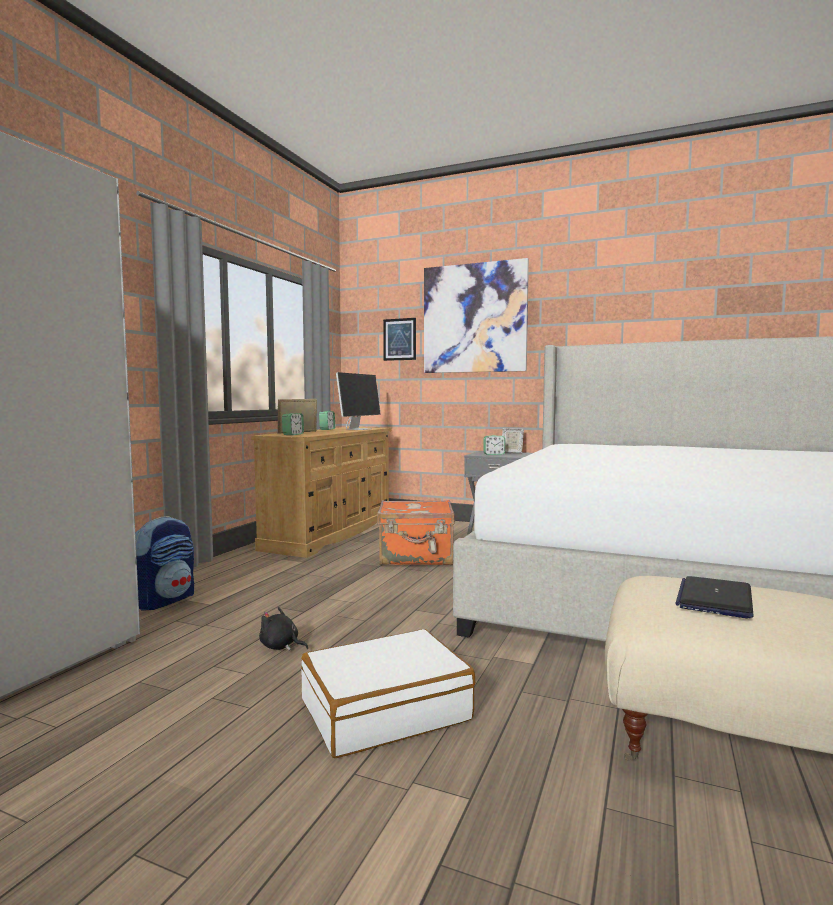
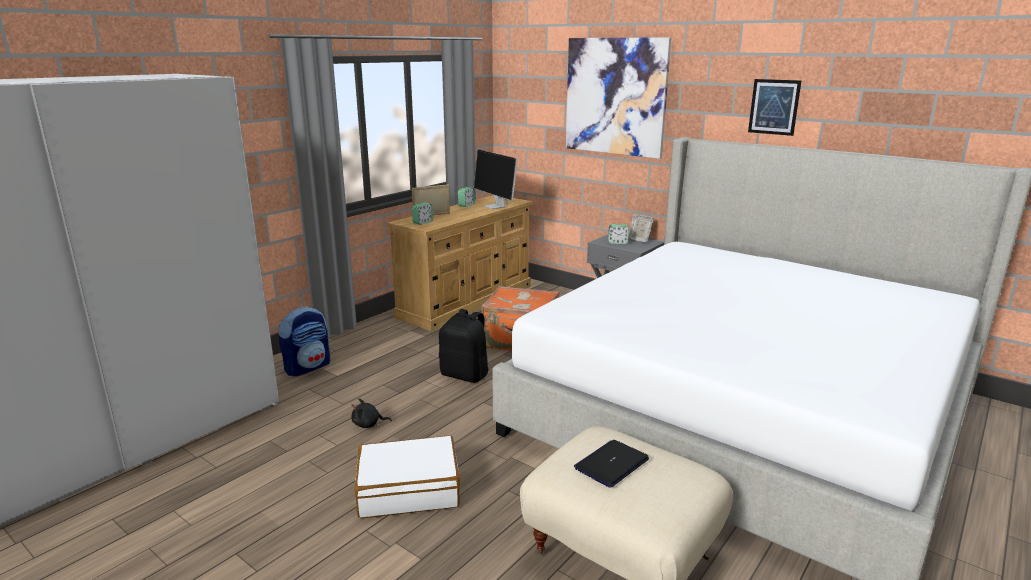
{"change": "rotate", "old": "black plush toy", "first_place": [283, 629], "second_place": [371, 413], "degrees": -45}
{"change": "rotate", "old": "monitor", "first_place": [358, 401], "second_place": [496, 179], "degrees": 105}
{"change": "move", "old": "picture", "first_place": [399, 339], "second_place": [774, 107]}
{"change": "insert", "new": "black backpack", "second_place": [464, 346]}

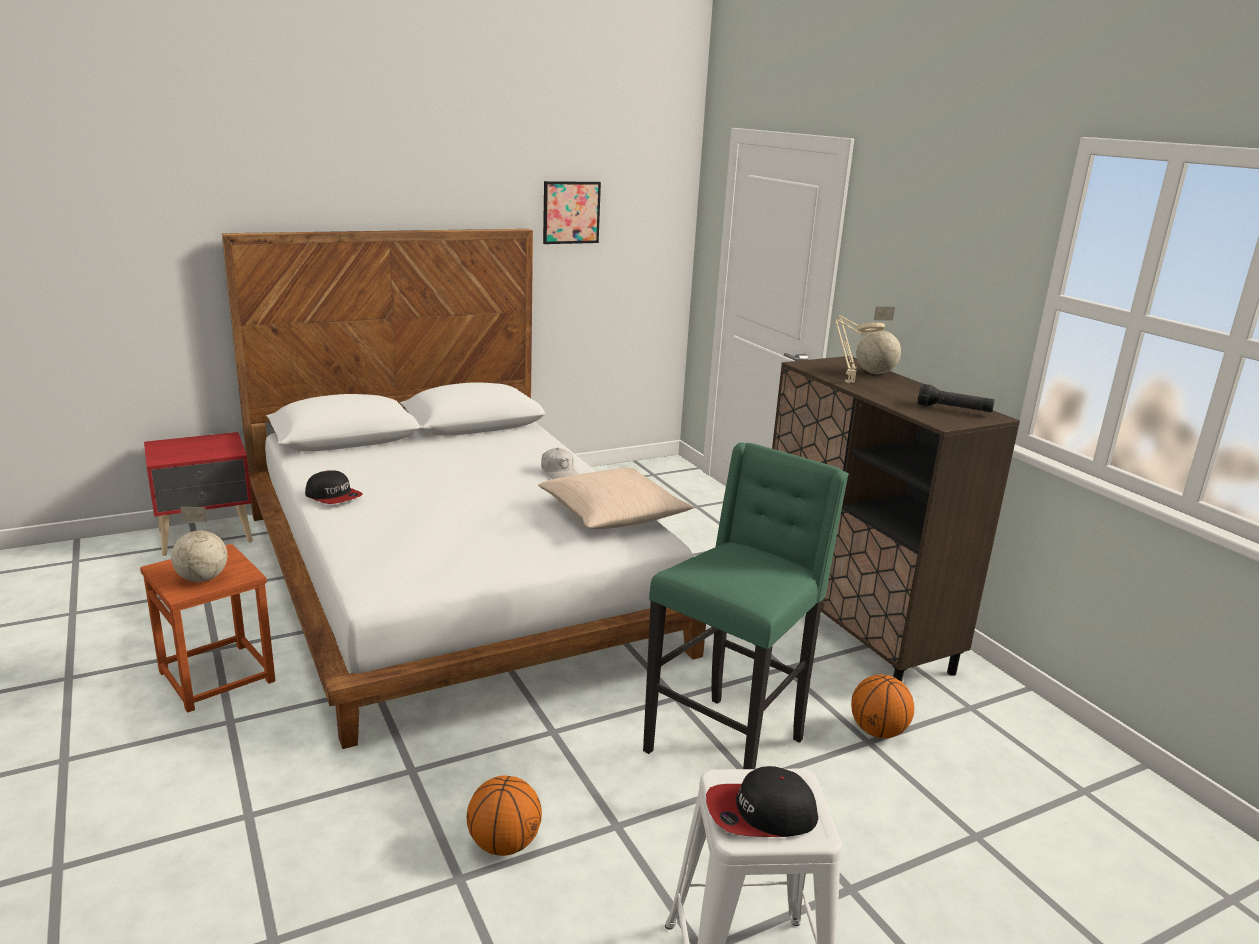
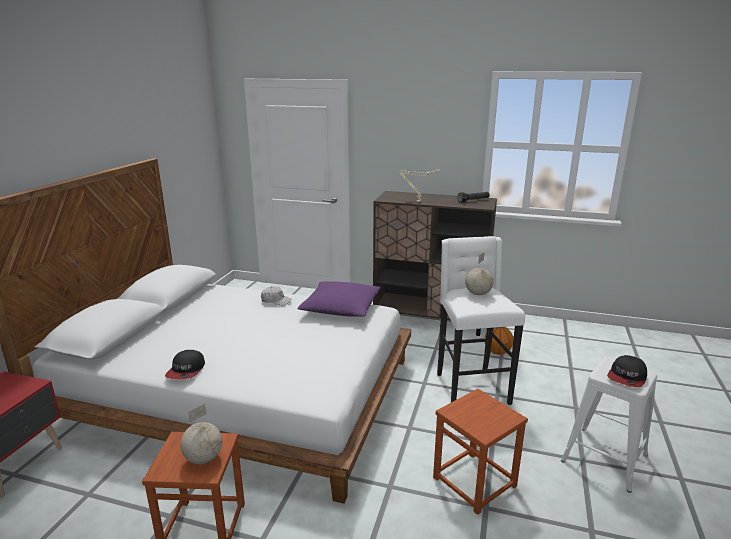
{"change": "rotate", "old": "cap", "first_place": [333, 487], "second_place": [185, 364], "degrees": 105}
{"change": "replace", "old": "basketball", "new": "brown stool", "first_place": [504, 815], "second_place": [480, 452]}
{"change": "recolor", "old": "beige pillow", "new": "purple pillow", "first_place": [615, 498], "second_place": [339, 299]}
{"change": "delete", "old": "picture", "first_place": [572, 212]}
{"change": "recolor", "old": "green stool", "new": "white stool", "first_place": [746, 605], "second_place": [481, 320]}
{"change": "move", "old": "globe", "first_place": [878, 340], "second_place": [479, 273]}

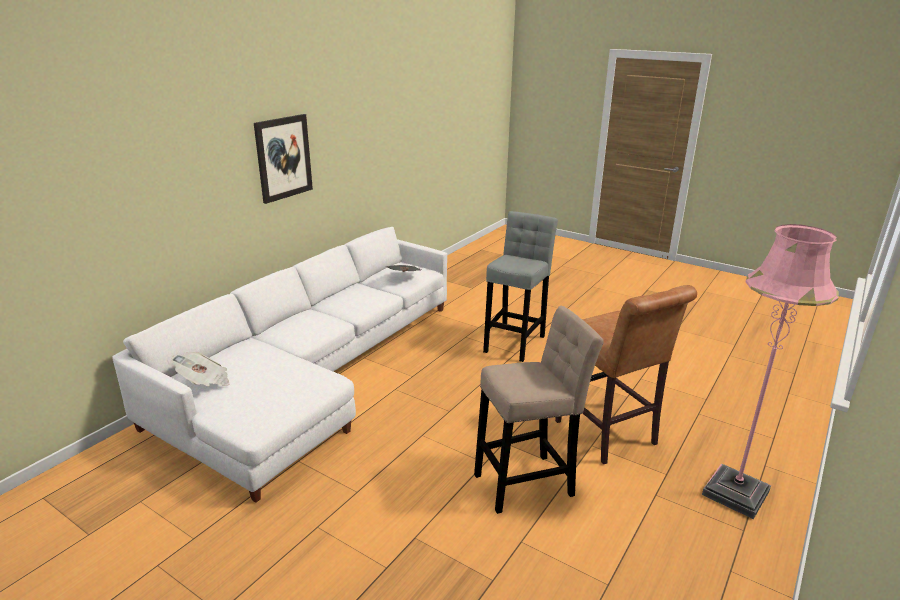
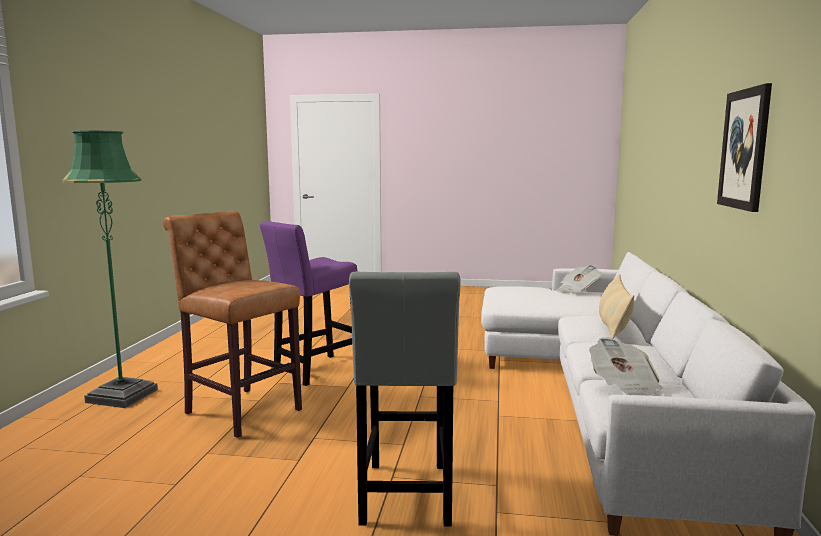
{"change": "recolor", "old": "beige stool", "new": "purple stool", "first_place": [539, 410], "second_place": [309, 303]}
{"change": "recolor", "old": "pink floor lamp", "new": "green floor lamp", "first_place": [770, 371], "second_place": [109, 269]}
{"change": "insert", "new": "beige pillow", "second_place": [616, 306]}

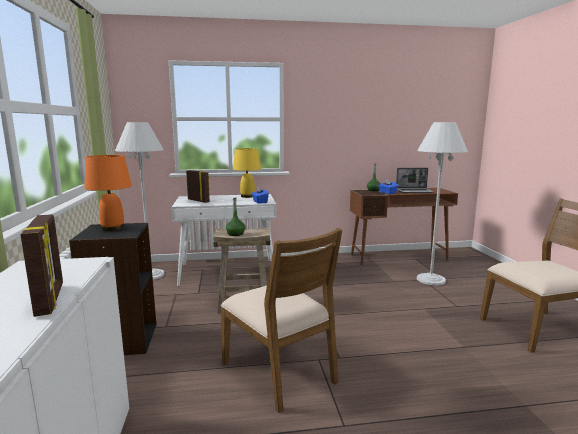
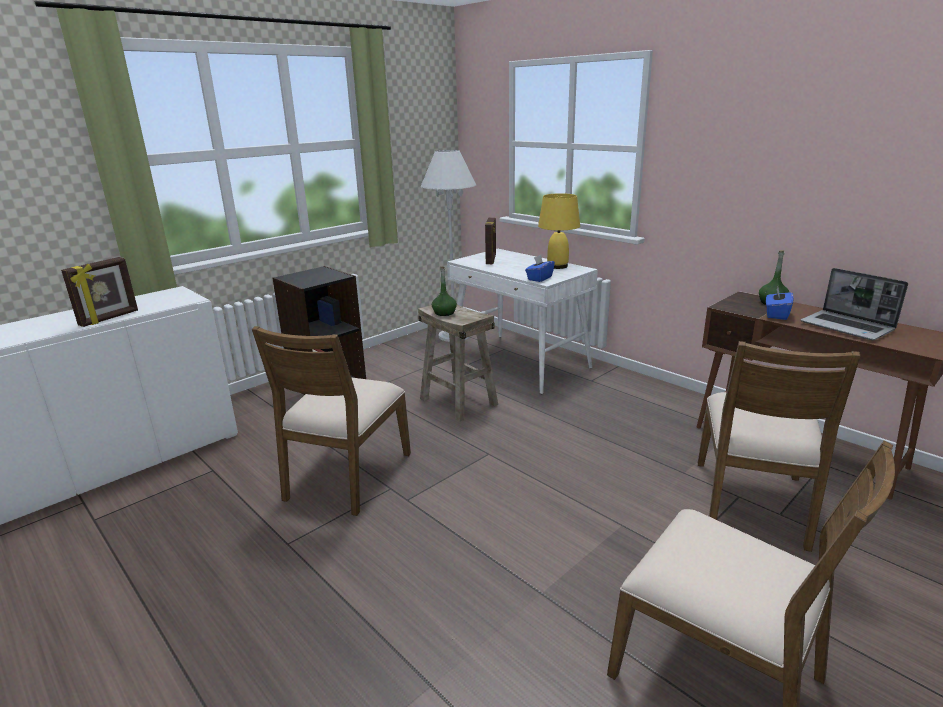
{"change": "delete", "old": "orange table lamp", "first_place": [108, 193]}
{"change": "replace", "old": "white floor lamp", "new": "brown chair", "first_place": [442, 203], "second_place": [779, 446]}

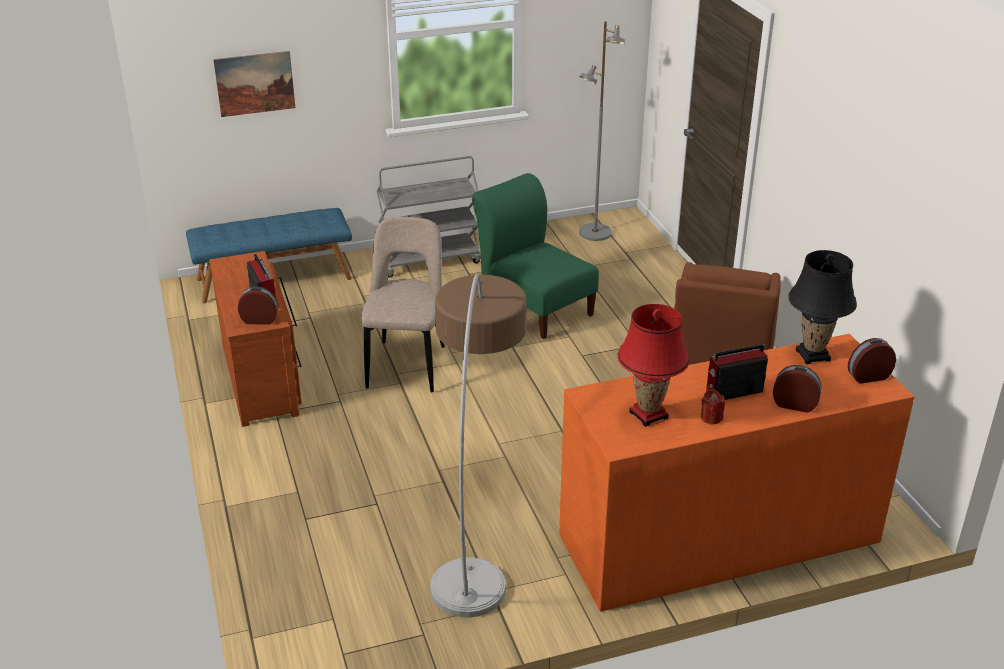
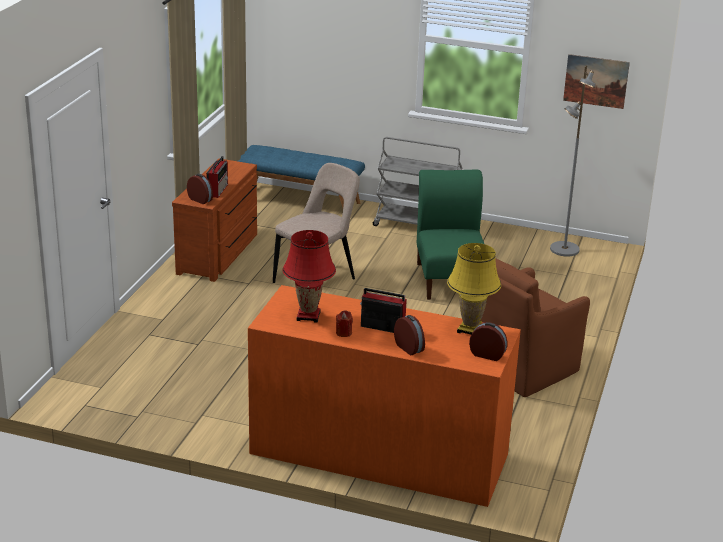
{"change": "move", "old": "picture", "first_place": [254, 84], "second_place": [596, 81]}
{"change": "delete", "old": "floor lamp", "first_place": [478, 446]}
{"change": "recolor", "old": "black table lamp", "new": "yellow table lamp", "first_place": [822, 307], "second_place": [474, 289]}

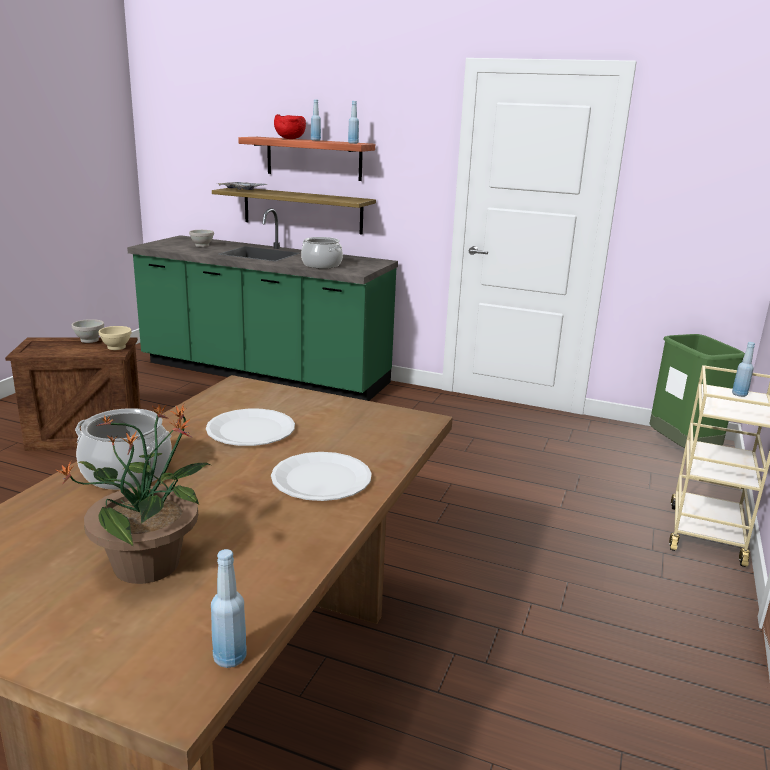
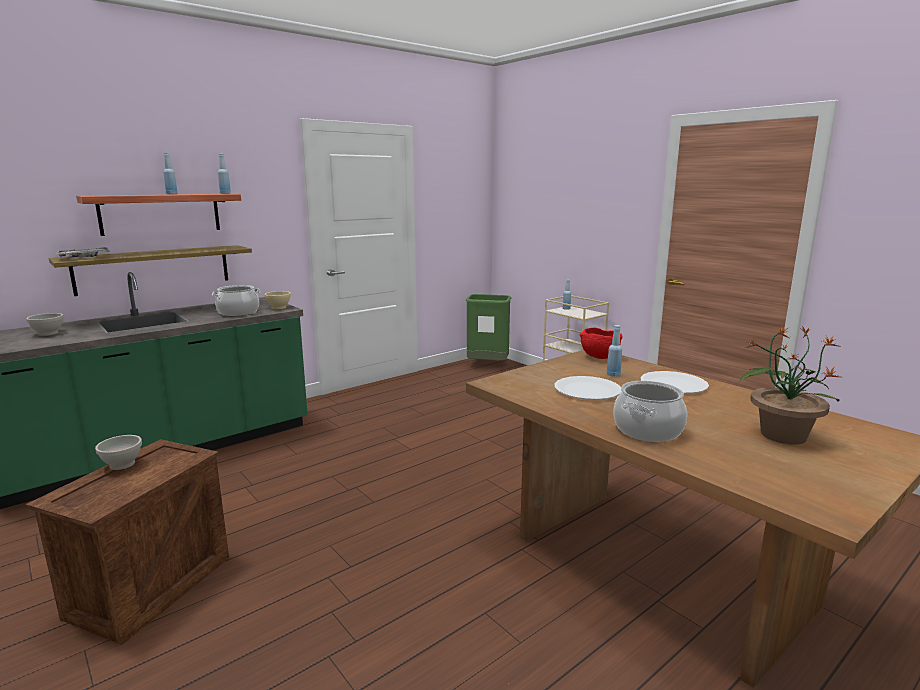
{"change": "move", "old": "beige bowl", "first_place": [115, 338], "second_place": [277, 300]}
{"change": "move", "old": "blue bottle", "first_place": [229, 608], "second_place": [614, 351]}
{"change": "move", "old": "red bowl", "first_place": [290, 126], "second_place": [601, 343]}

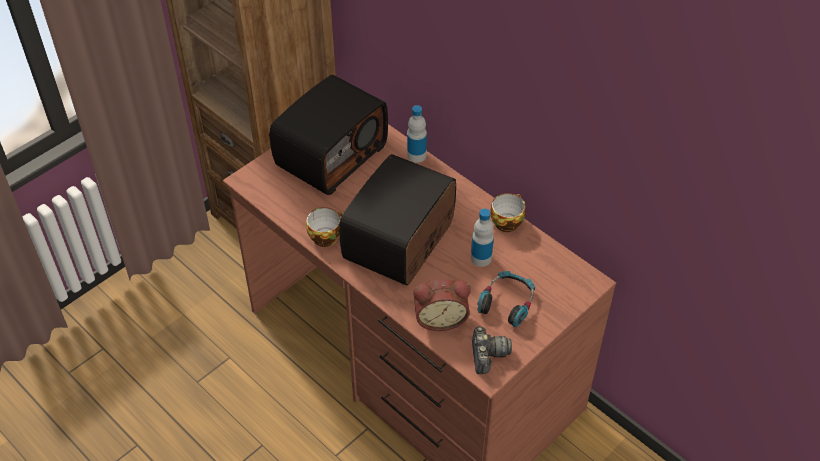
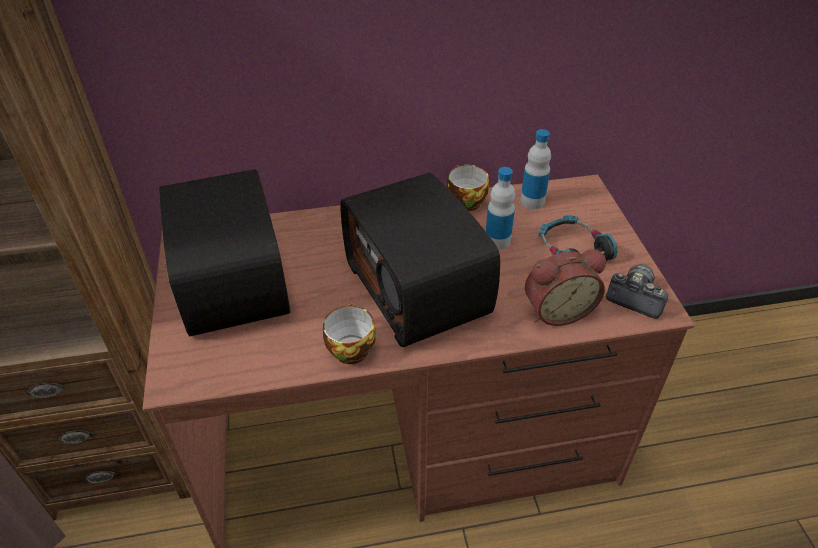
{"change": "move", "old": "bottle", "first_place": [417, 134], "second_place": [535, 169]}
{"change": "rotate", "old": "alarm clock", "first_place": [442, 305], "second_place": [565, 288], "degrees": 45}

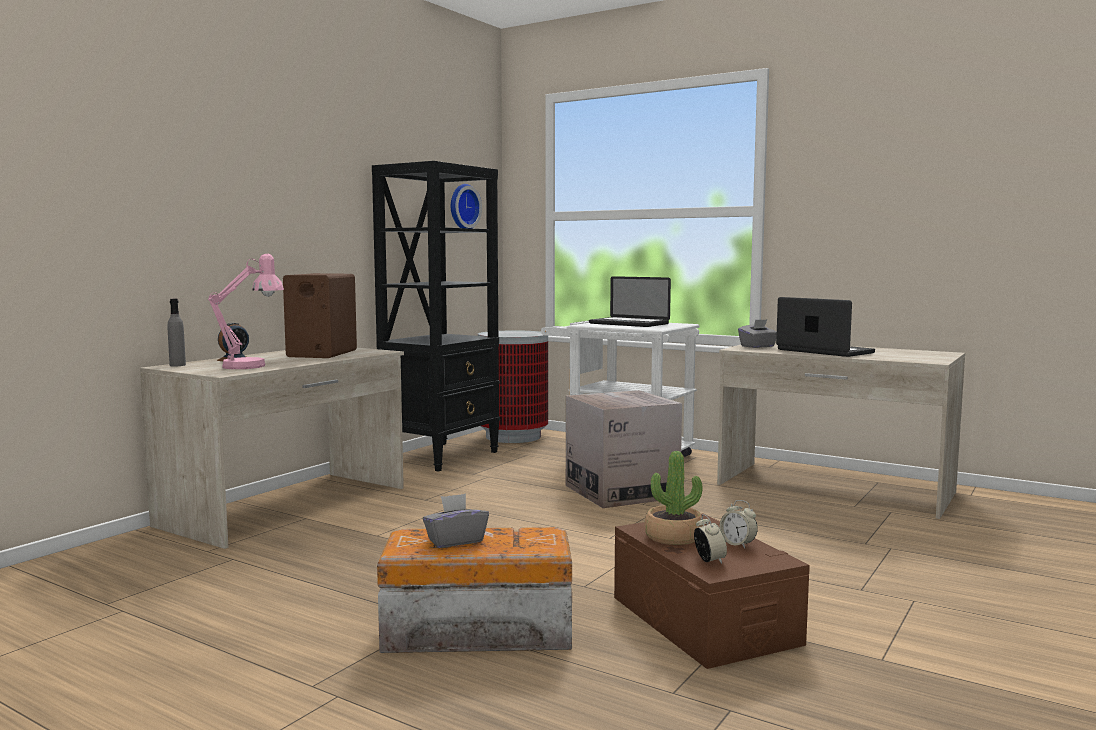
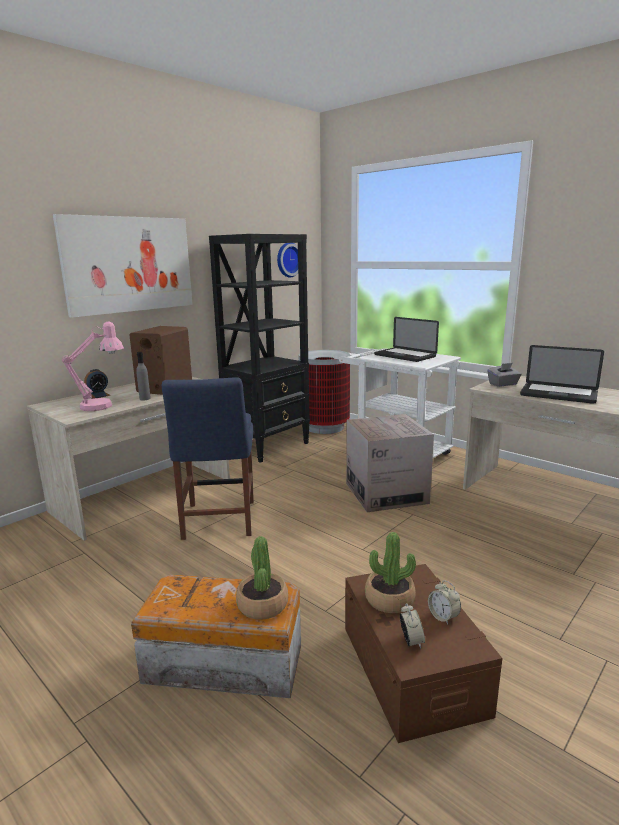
{"change": "move", "old": "grey bottle", "first_place": [176, 332], "second_place": [143, 376]}
{"change": "delete", "old": "grey tissue box", "first_place": [456, 520]}
{"change": "rotate", "old": "laptop", "first_place": [825, 327], "second_place": [562, 374], "degrees": 150}
{"change": "insert", "new": "picture", "second_place": [123, 266]}
{"change": "insert", "new": "blue chair", "second_place": [208, 458]}
{"change": "insert", "new": "potted plant", "second_place": [262, 578]}

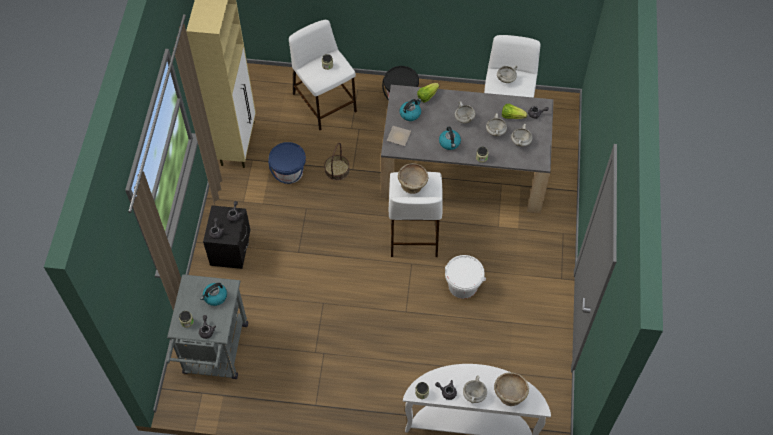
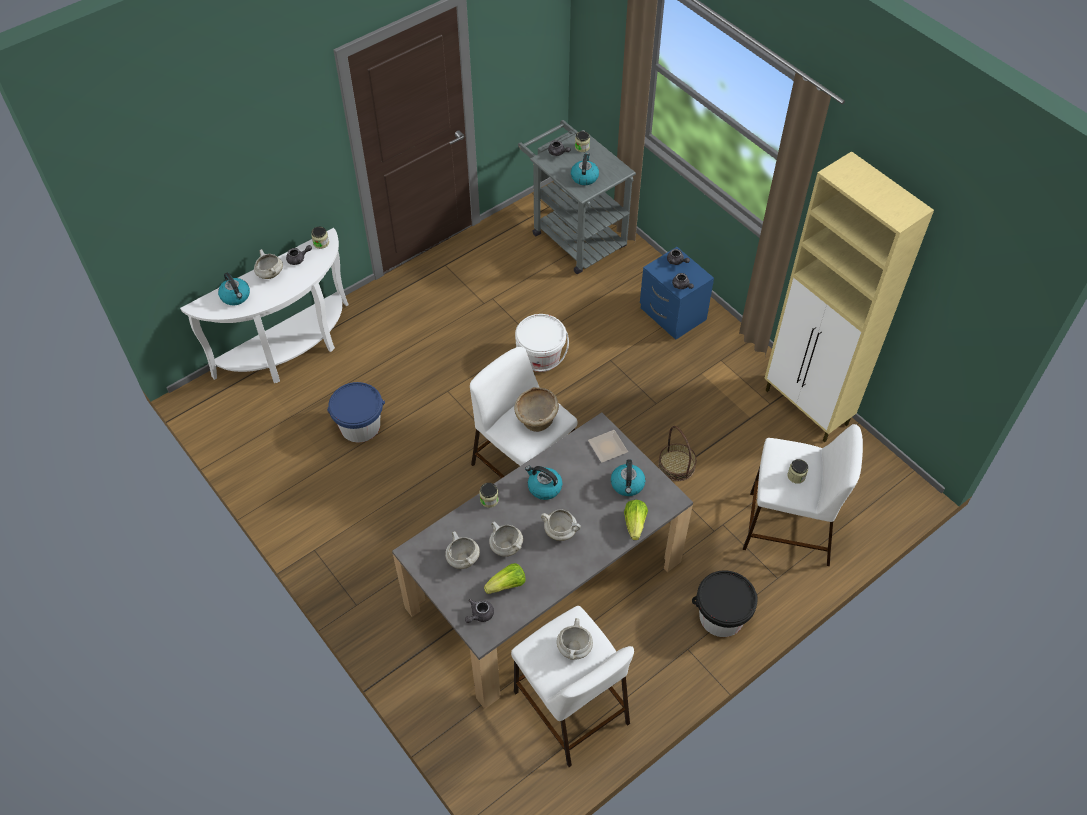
{"change": "recolor", "old": "black nightstand", "new": "blue nightstand", "first_place": [227, 237], "second_place": [677, 293]}
{"change": "move", "old": "blue bucket", "first_place": [287, 163], "second_place": [356, 412]}
{"change": "move", "old": "white bucket", "first_place": [465, 277], "second_place": [542, 343]}
{"change": "replace", "old": "beige bowl", "new": "kettle", "first_place": [511, 389], "second_place": [234, 288]}

